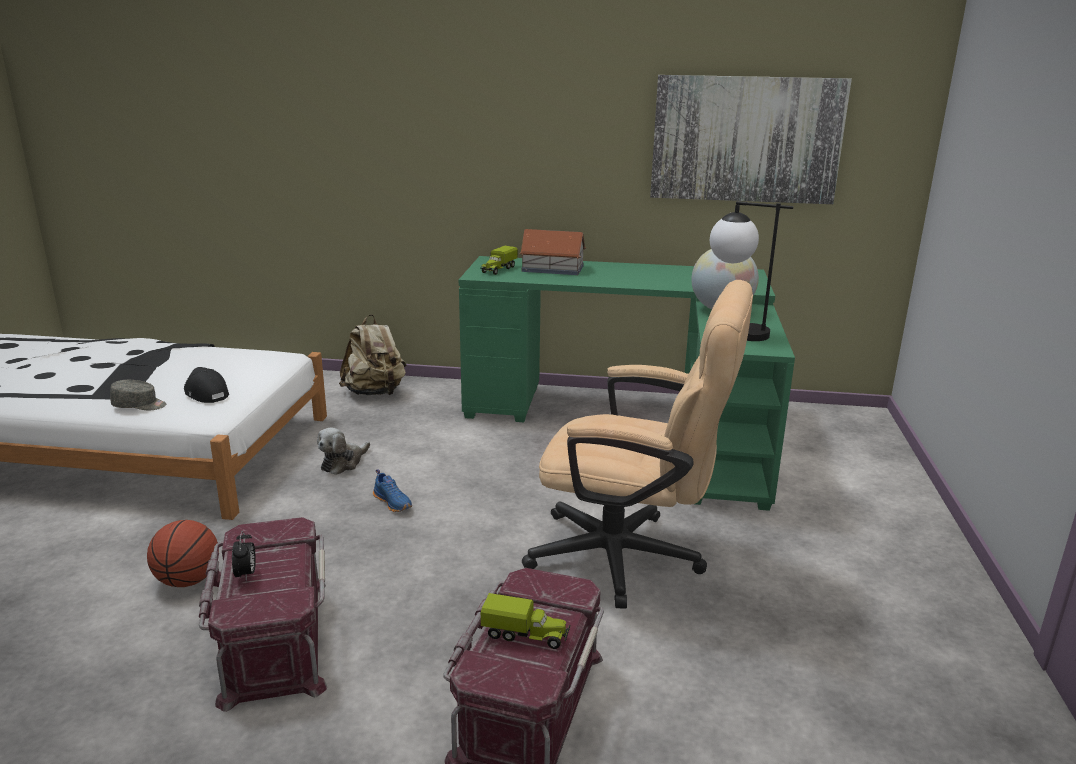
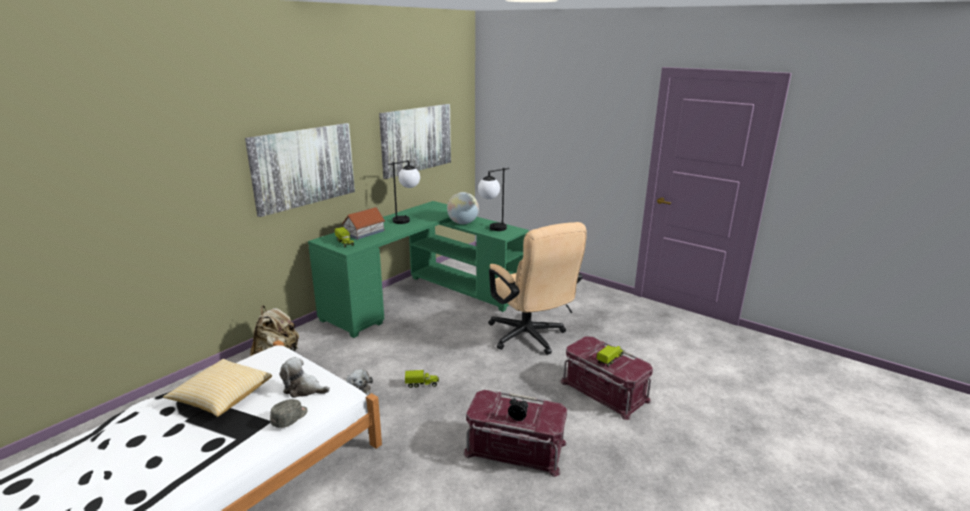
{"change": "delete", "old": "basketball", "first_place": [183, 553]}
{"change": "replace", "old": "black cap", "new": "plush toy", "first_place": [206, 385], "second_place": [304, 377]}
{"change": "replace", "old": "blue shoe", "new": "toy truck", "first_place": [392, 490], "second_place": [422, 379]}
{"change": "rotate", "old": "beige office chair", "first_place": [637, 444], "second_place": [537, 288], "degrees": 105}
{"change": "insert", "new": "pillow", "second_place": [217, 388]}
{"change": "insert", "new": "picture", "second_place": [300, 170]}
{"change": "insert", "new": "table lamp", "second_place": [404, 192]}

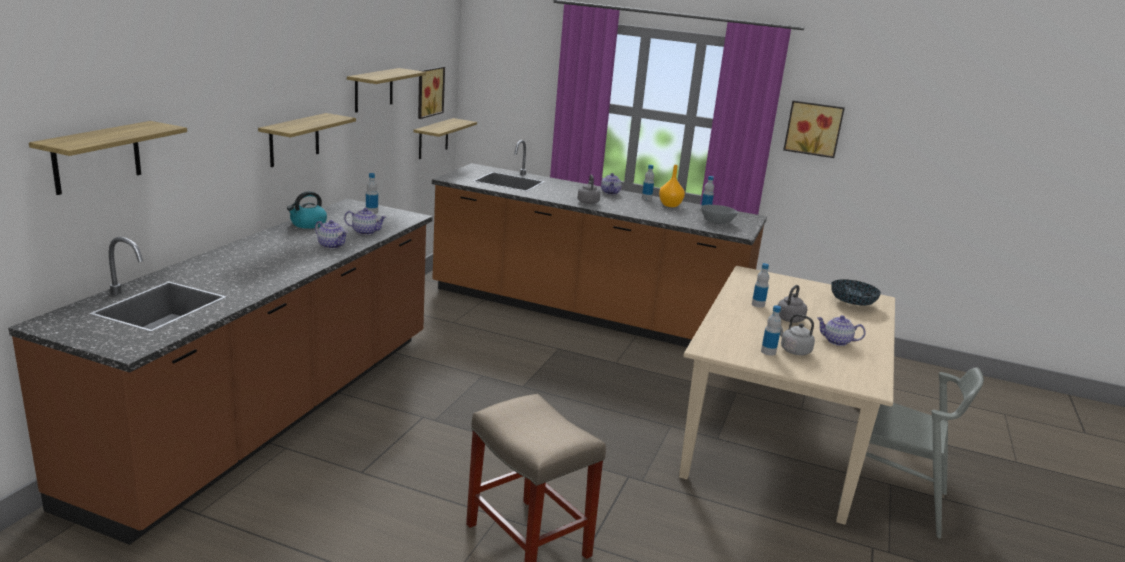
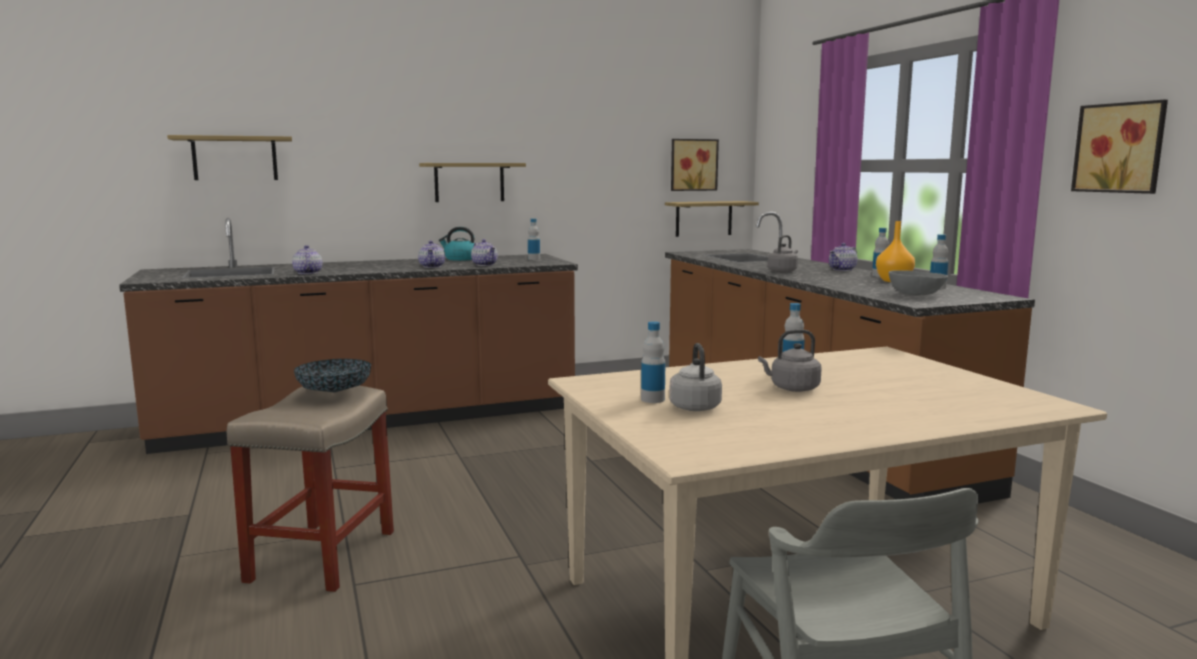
{"change": "delete", "old": "shelf", "first_place": [386, 90]}
{"change": "move", "old": "teapot", "first_place": [841, 330], "second_place": [307, 259]}
{"change": "move", "old": "bowl", "first_place": [856, 292], "second_place": [332, 376]}

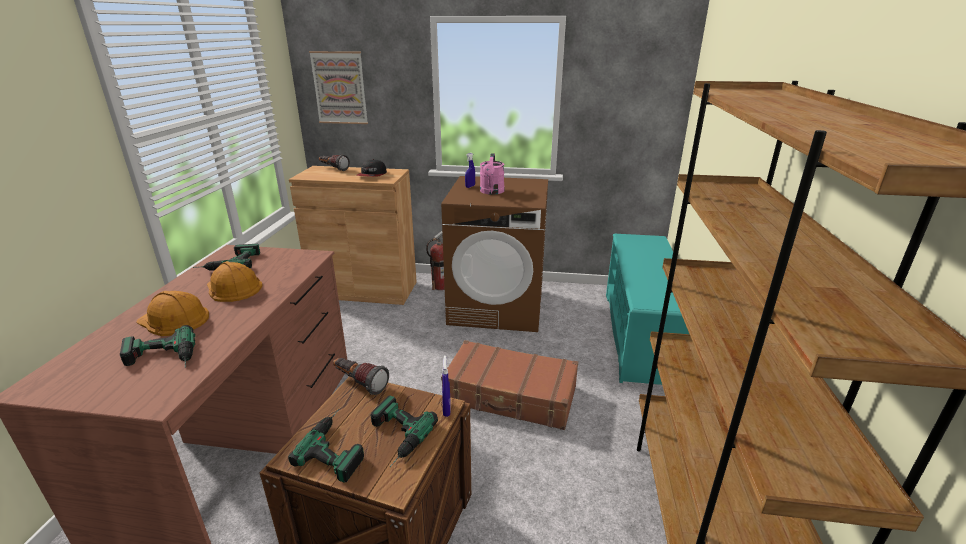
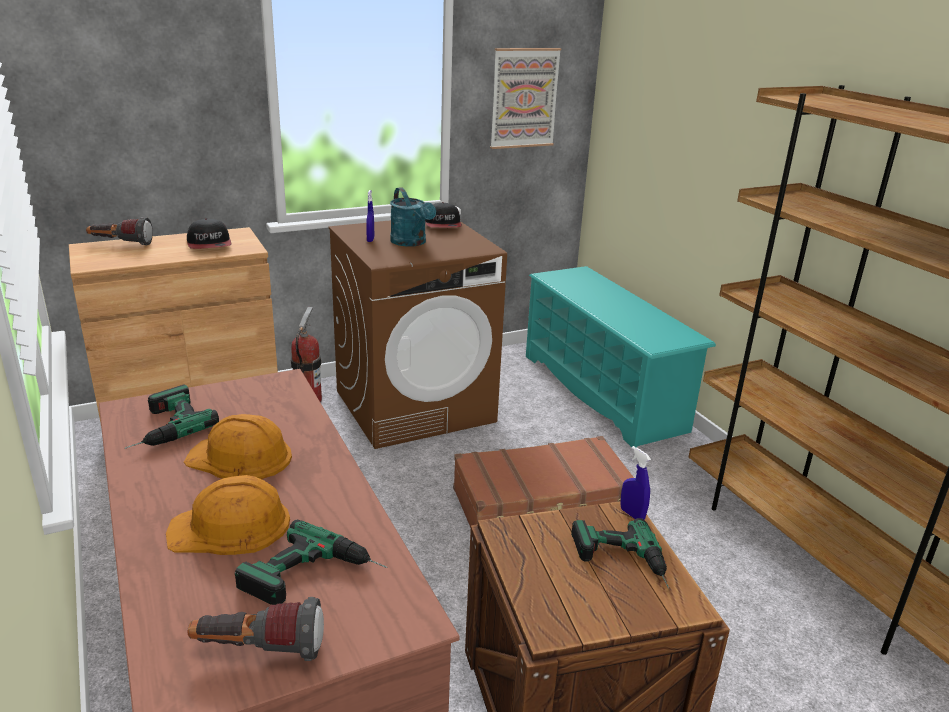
{"change": "delete", "old": "power drill", "first_place": [326, 445]}
{"change": "move", "old": "picture", "first_place": [338, 87], "second_place": [525, 98]}
{"change": "move", "old": "flashlight", "first_place": [361, 376], "second_place": [256, 629]}
{"change": "recolor", "old": "pink watering can", "new": "turquoise watering can", "first_place": [492, 174], "second_place": [413, 217]}
{"change": "insert", "new": "cap", "second_place": [443, 214]}

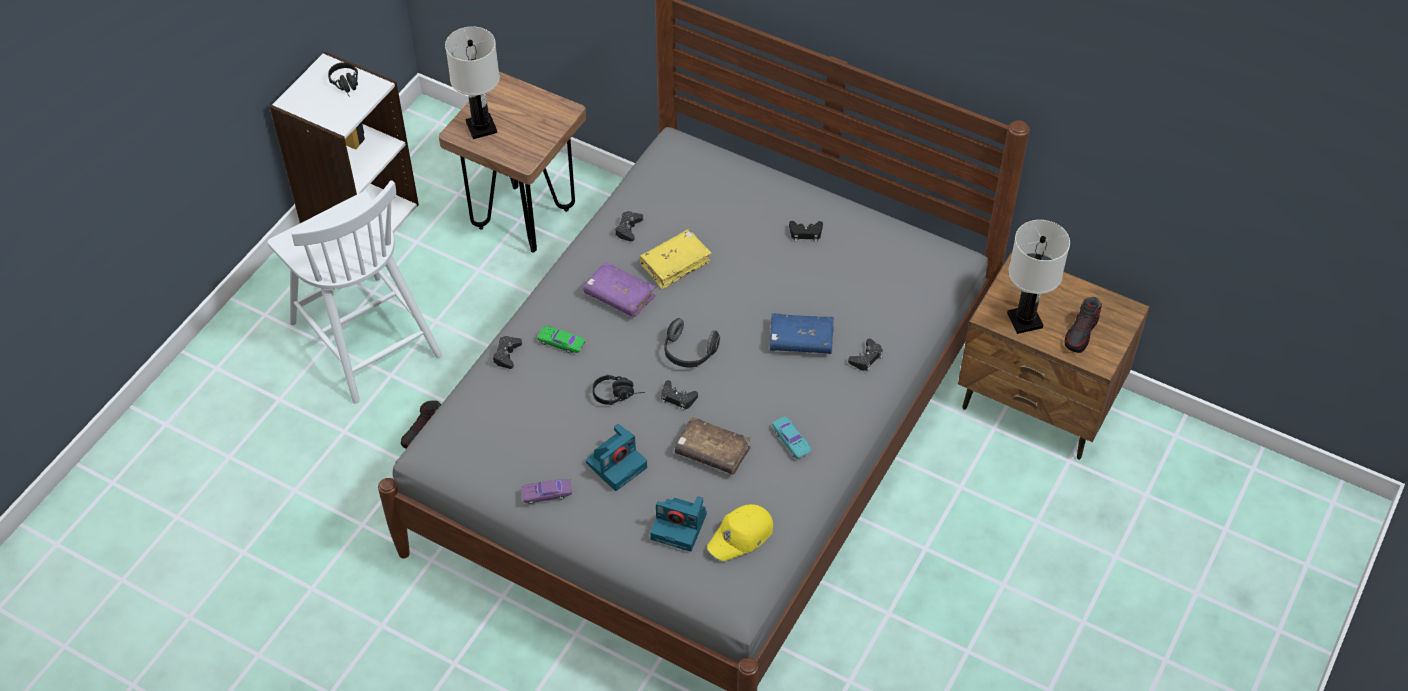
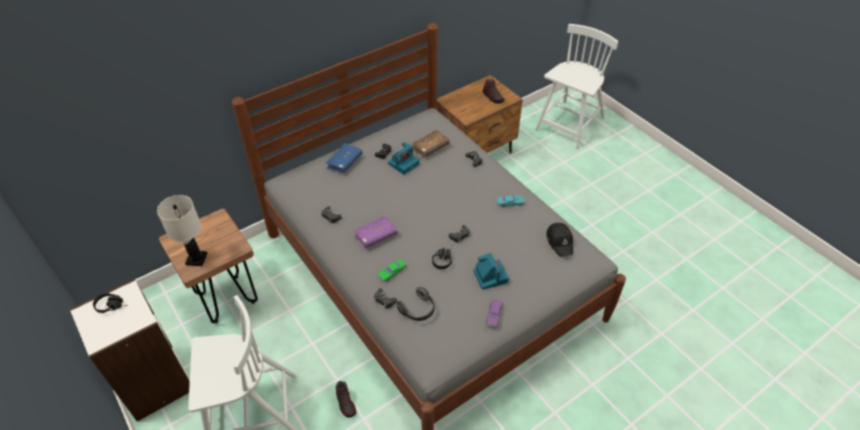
{"change": "delete", "old": "yellow book", "first_place": [676, 259]}
{"change": "move", "old": "photo camera", "first_place": [678, 524], "second_place": [403, 158]}
{"change": "move", "old": "headphones", "first_place": [692, 342], "second_place": [416, 304]}
{"change": "move", "old": "brown book", "first_place": [713, 445], "second_place": [430, 143]}
{"change": "recolor", "old": "yellow cap", "new": "black cap", "first_place": [740, 532], "second_place": [559, 240]}
{"change": "move", "old": "blue book", "first_place": [802, 333], "second_place": [344, 158]}
{"change": "delete", "old": "white table lamp", "first_place": [1038, 277]}
{"change": "insert", "new": "white chair", "second_place": [576, 86]}

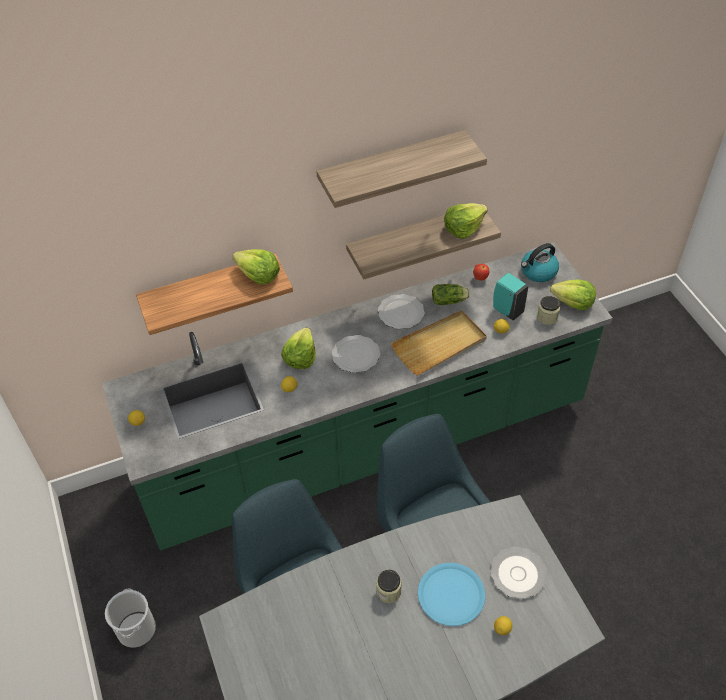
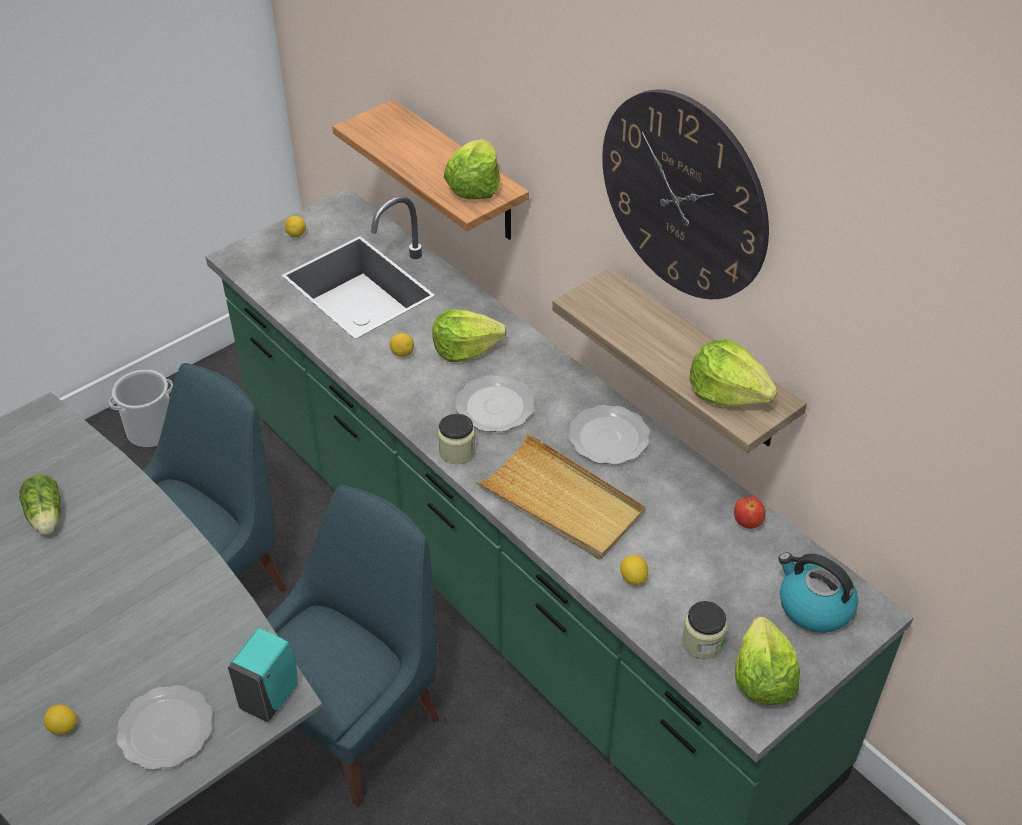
{"change": "replace", "old": "shelf", "new": "wall clock", "first_place": [402, 169], "second_place": [685, 194]}
{"change": "move", "old": "jar", "first_place": [389, 586], "second_place": [457, 439]}
{"change": "delete", "old": "blue plate", "first_place": [451, 594]}
{"change": "move", "old": "lettuce", "first_place": [451, 294], "second_place": [40, 504]}
{"change": "move", "old": "turquoise soap dispenser", "first_place": [511, 296], "second_place": [263, 675]}

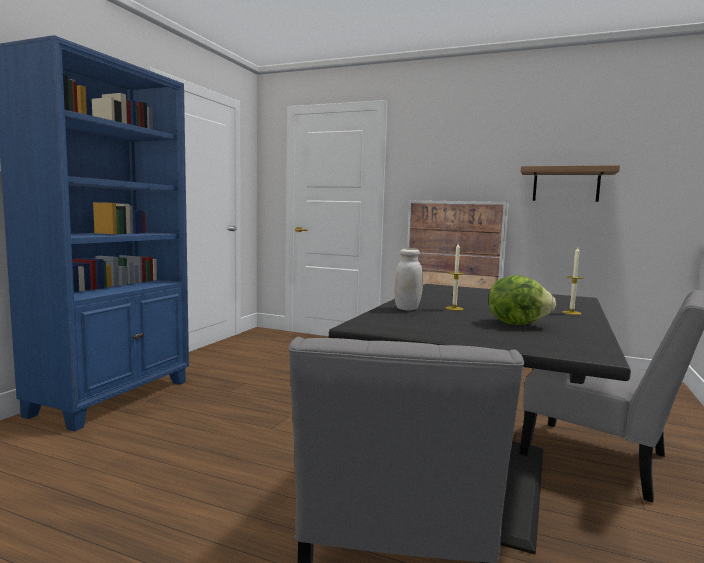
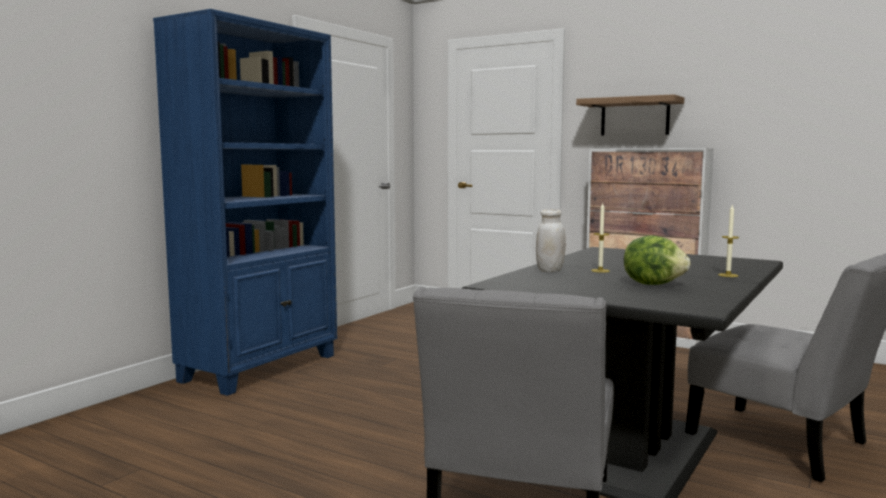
{"change": "move", "old": "shelf", "first_place": [570, 183], "second_place": [630, 115]}

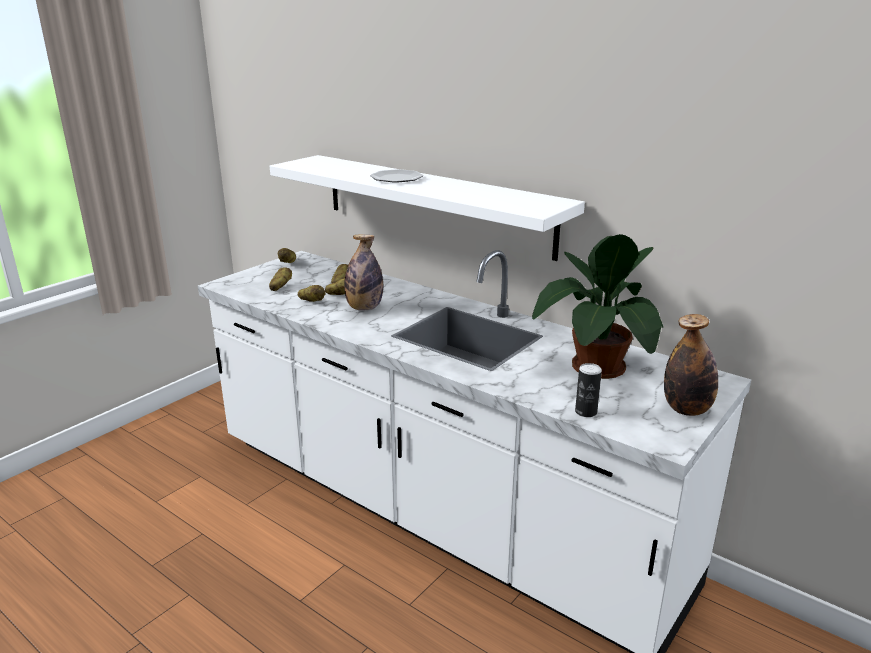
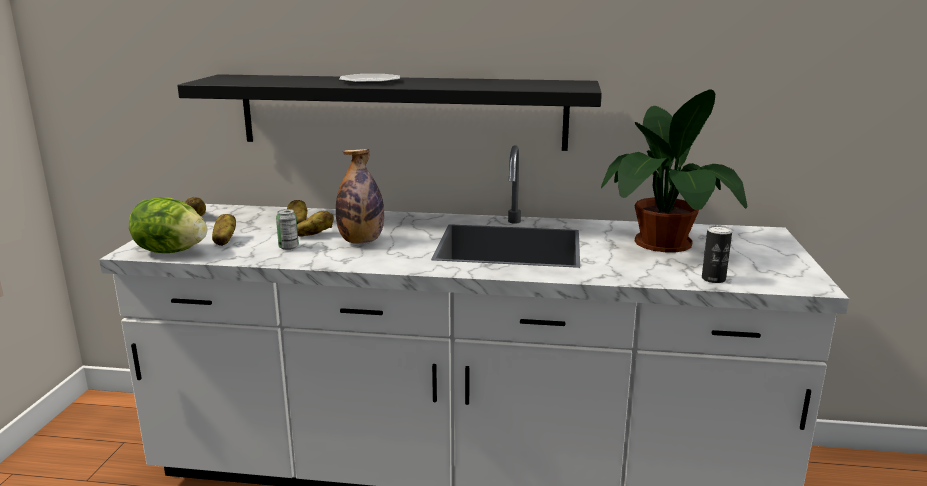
{"change": "recolor", "old": "white shelf", "new": "black shelf", "first_place": [427, 208], "second_place": [389, 112]}
{"change": "replace", "old": "potato", "new": "can", "first_place": [311, 293], "second_place": [287, 229]}
{"change": "delete", "old": "bottle", "first_place": [691, 365]}
{"change": "insert", "new": "lettuce", "second_place": [168, 225]}

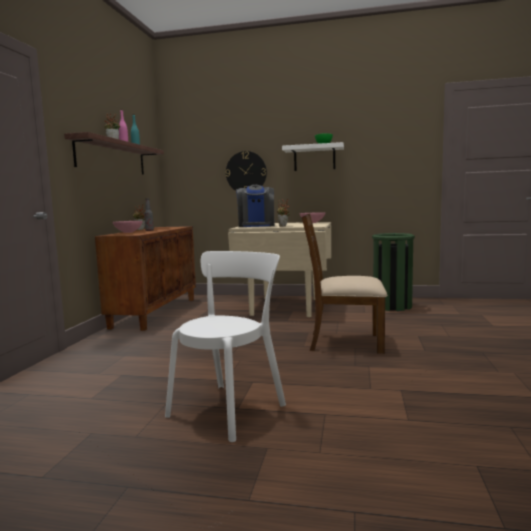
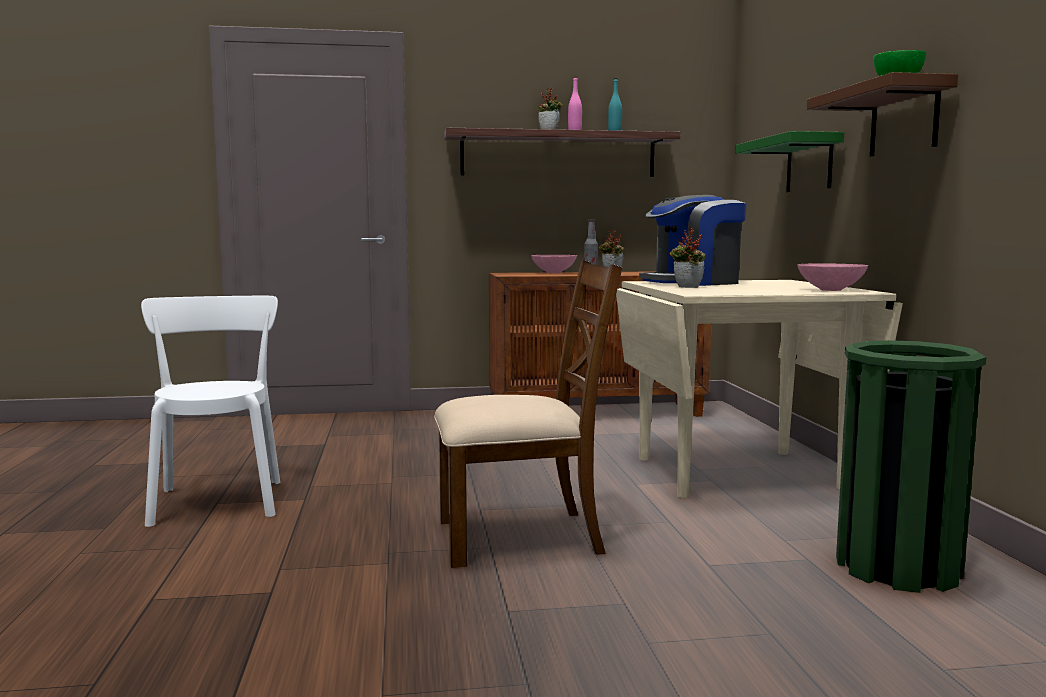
{"change": "rotate", "old": "white chair", "first_place": [225, 346], "second_place": [210, 411], "degrees": -120}
{"change": "replace", "old": "wall clock", "new": "green shelf", "first_place": [246, 171], "second_place": [789, 161]}
{"change": "recolor", "old": "white shelf", "new": "brown shelf", "first_place": [313, 156], "second_place": [882, 114]}
{"change": "rotate", "old": "brown chair", "first_place": [344, 283], "second_place": [528, 414], "degrees": 90}

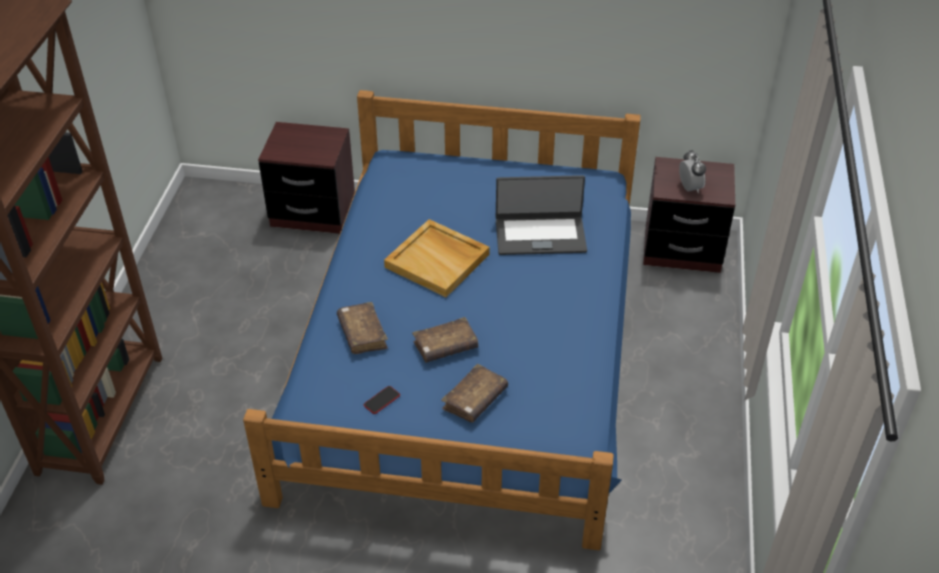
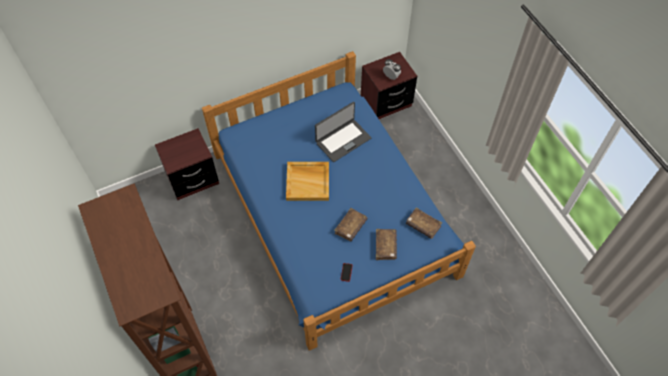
{"change": "move", "old": "brown book", "first_place": [362, 328], "second_place": [424, 223]}

